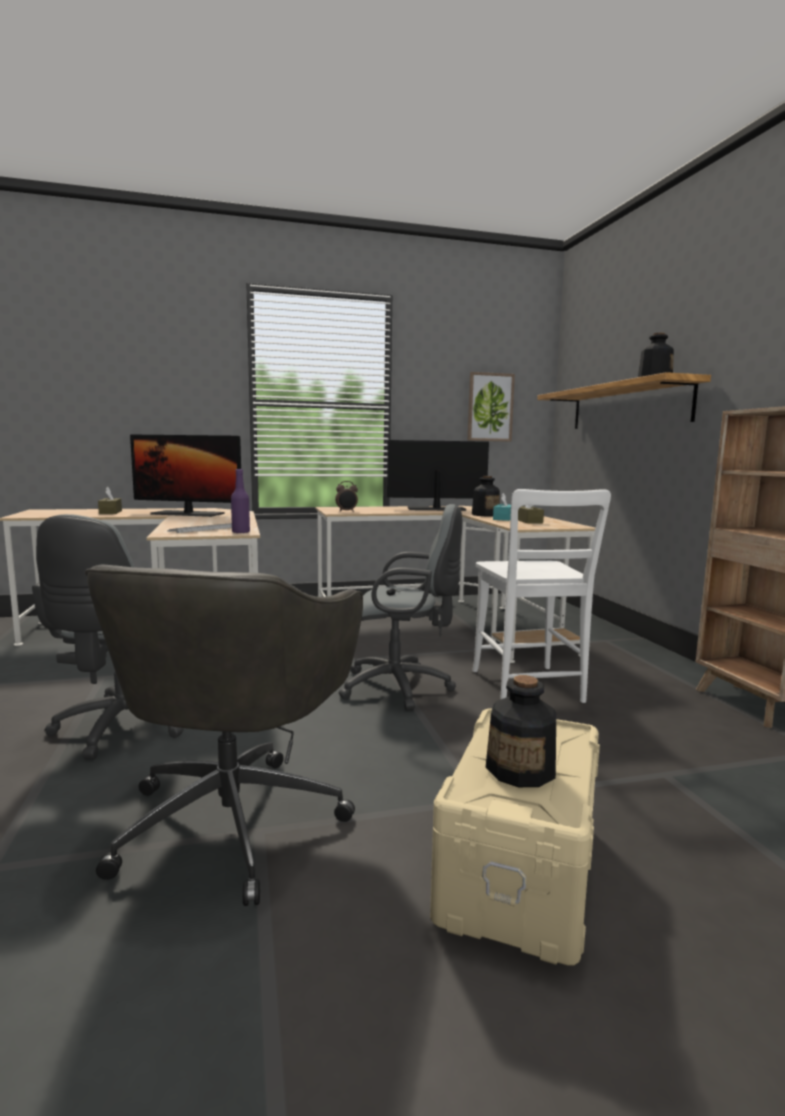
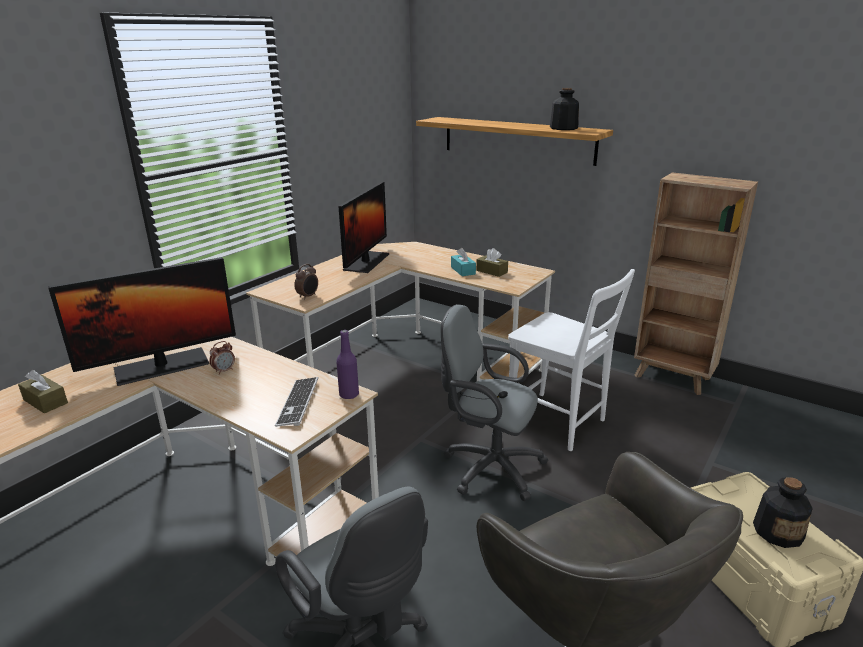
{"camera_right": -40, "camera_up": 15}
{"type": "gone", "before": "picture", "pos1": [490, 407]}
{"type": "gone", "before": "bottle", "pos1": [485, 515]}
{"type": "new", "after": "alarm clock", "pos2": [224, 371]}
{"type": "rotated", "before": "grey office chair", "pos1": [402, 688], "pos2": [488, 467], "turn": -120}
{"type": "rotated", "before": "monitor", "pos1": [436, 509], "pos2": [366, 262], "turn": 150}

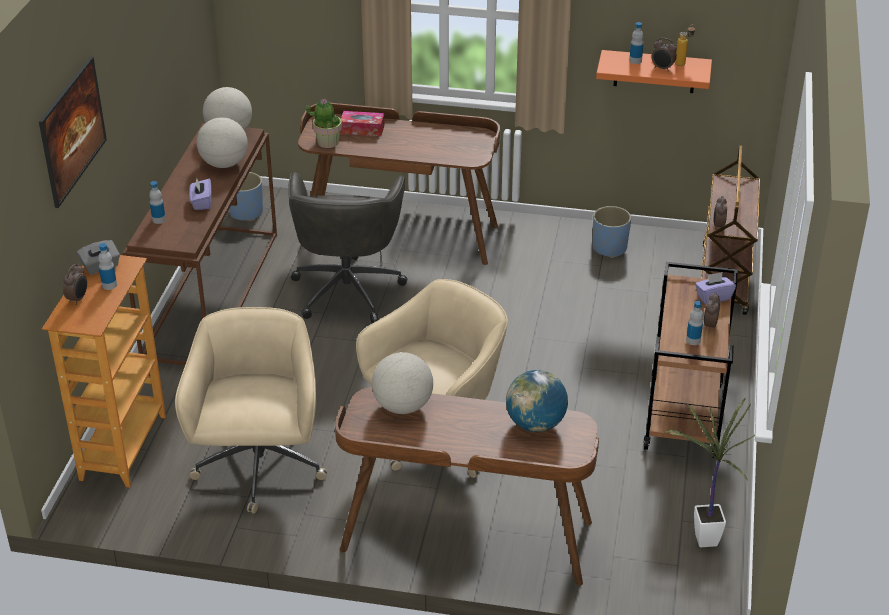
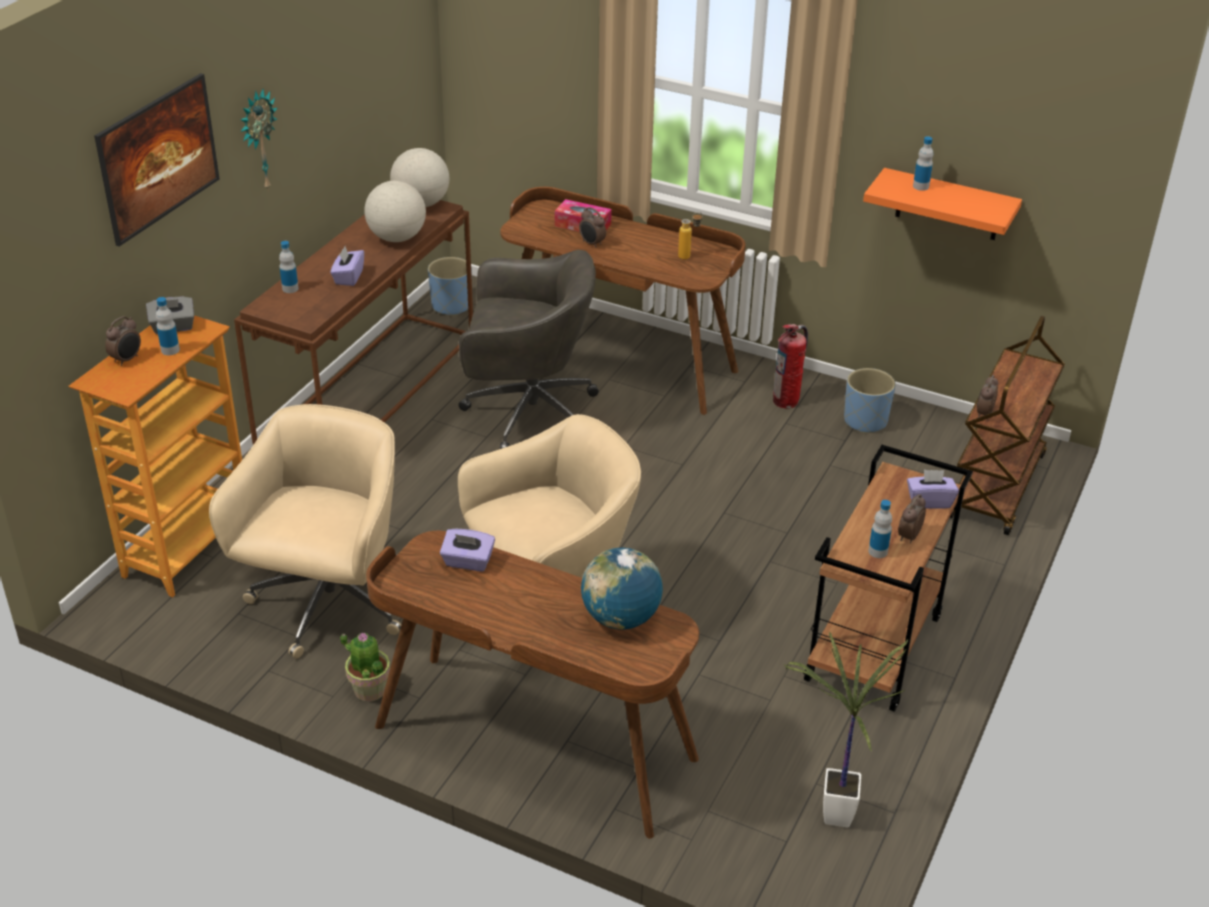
{"camera_right": 15, "camera_up": 0}
{"type": "new", "after": "wall clock", "pos2": [258, 141]}
{"type": "new", "after": "fire extinguisher", "pos2": [786, 401]}
{"type": "shifted", "before": "potted plant", "pos1": [327, 142], "pos2": [369, 689]}
{"type": "shifted", "before": "alarm clock", "pos1": [662, 68], "pos2": [592, 244]}
{"type": "shifted", "before": "bottle", "pos1": [683, 63], "pos2": [689, 256]}
{"type": "swapped", "before": "globe", "after": "purple tissue box", "pos1": [403, 406], "pos2": [468, 562]}
{"type": "rotated", "before": "grey office chair", "pos1": [348, 288], "pos2": [527, 413], "turn": -105}

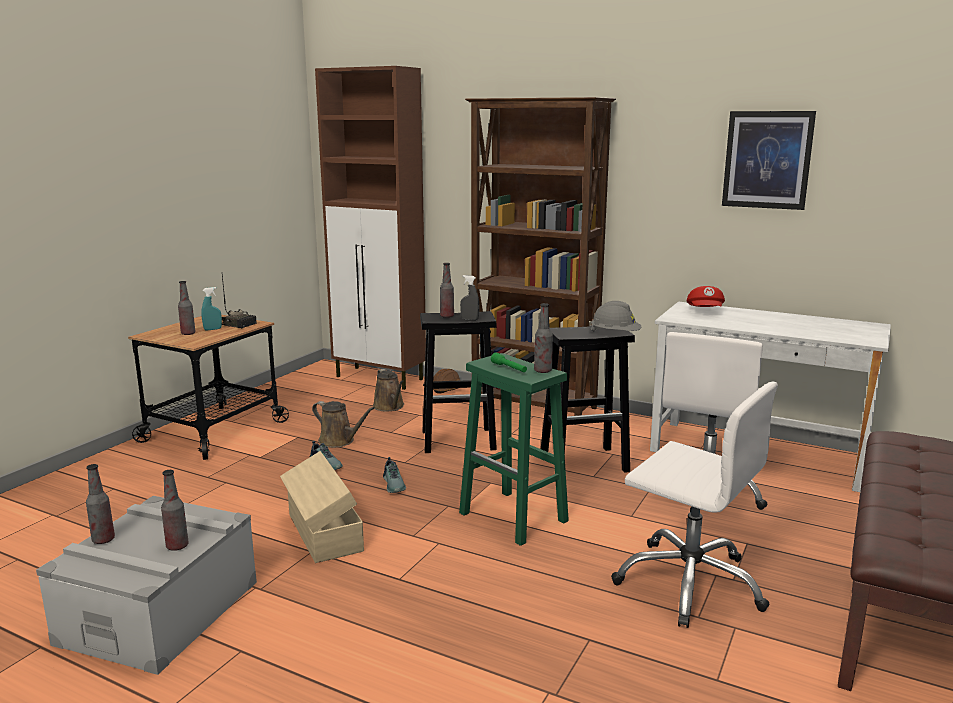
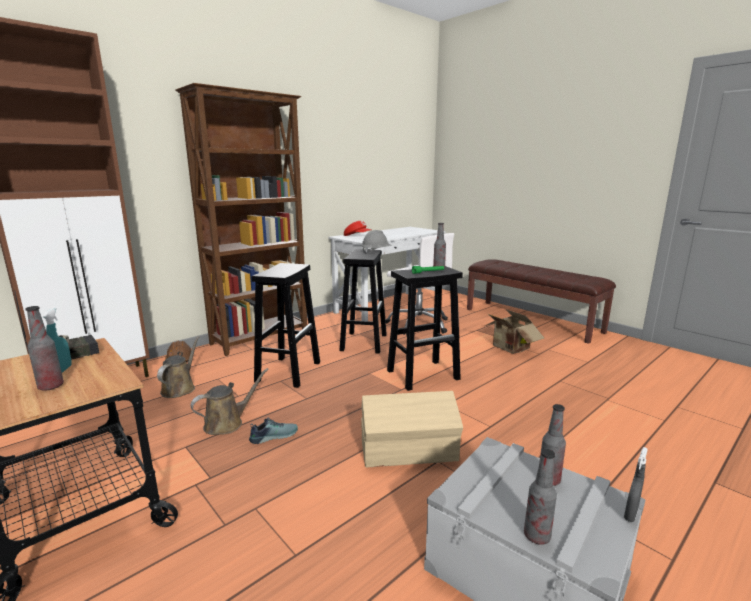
{"camera_right": -70, "camera_up": 0}
{"type": "gone", "before": "shoe", "pos1": [394, 484]}
{"type": "gone", "before": "bottle", "pos1": [447, 316]}
{"type": "gone", "before": "picture", "pos1": [767, 160]}
{"type": "shifted", "before": "grey spray bottle", "pos1": [469, 319], "pos2": [630, 514]}
{"type": "swapped", "before": "white office chair", "after": "cardboard box", "pos1": [690, 583], "pos2": [509, 348]}
{"type": "repainted", "before": "green stool", "after": "black stool", "pos1": [514, 517], "pos2": [423, 374]}
{"type": "rotated", "before": "brown watering can", "pos1": [390, 407], "pos2": [180, 388], "turn": -75}

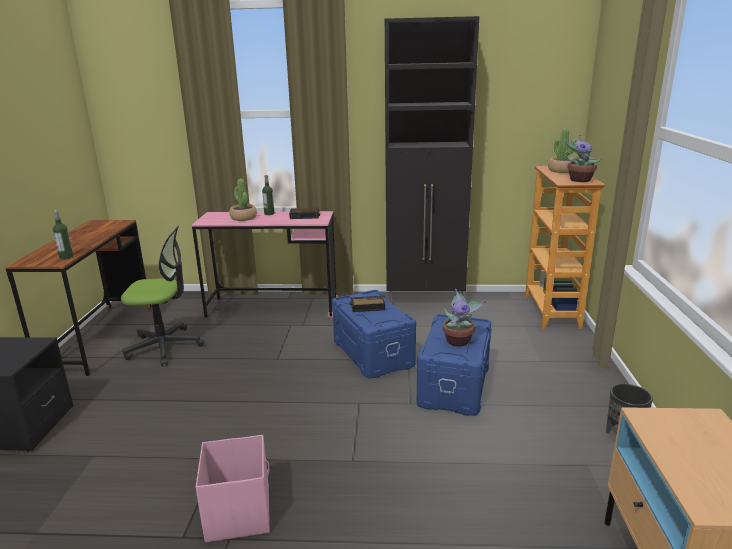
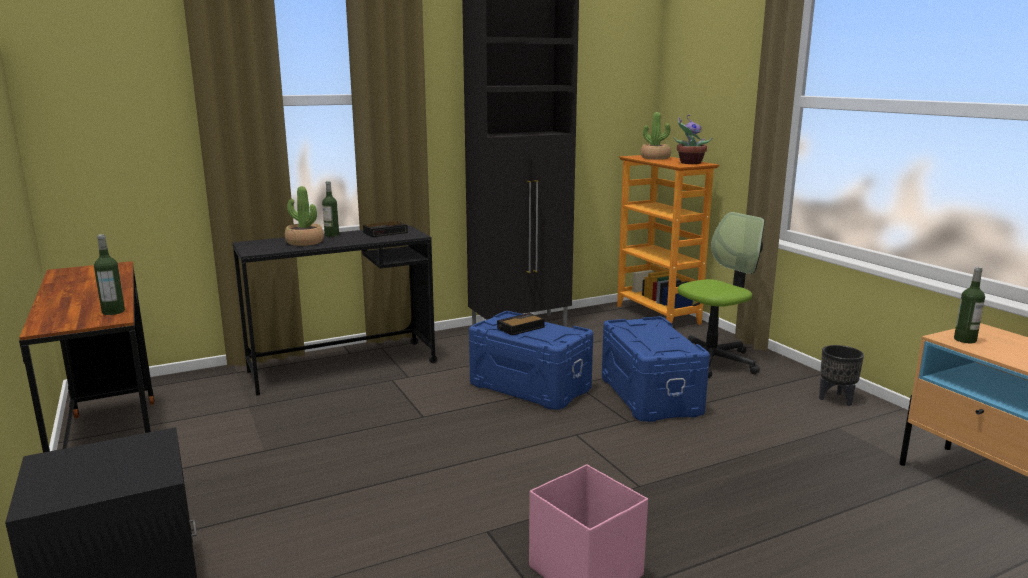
{"camera_right": -30, "camera_up": -5}
{"type": "gone", "before": "potted plant", "pos1": [459, 341]}
{"type": "new", "after": "bottle", "pos2": [965, 340]}
{"type": "shifted", "before": "office chair", "pos1": [165, 346], "pos2": [712, 361]}
{"type": "repainted", "before": "pink desk", "after": "black desk", "pos1": [273, 308], "pos2": [343, 367]}

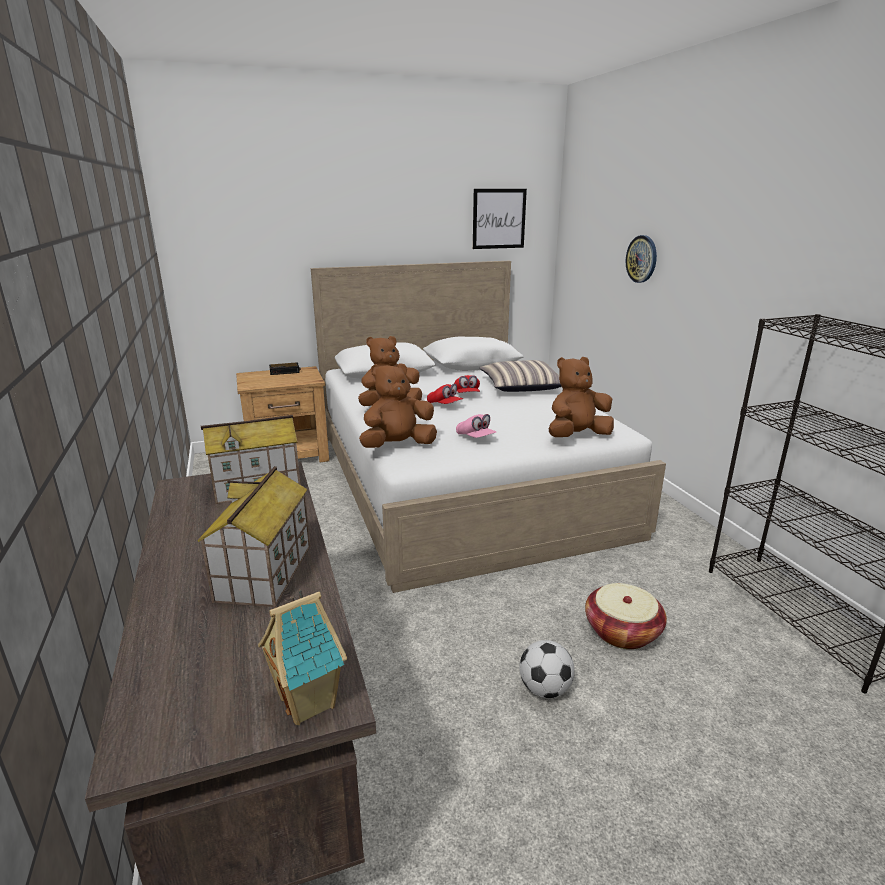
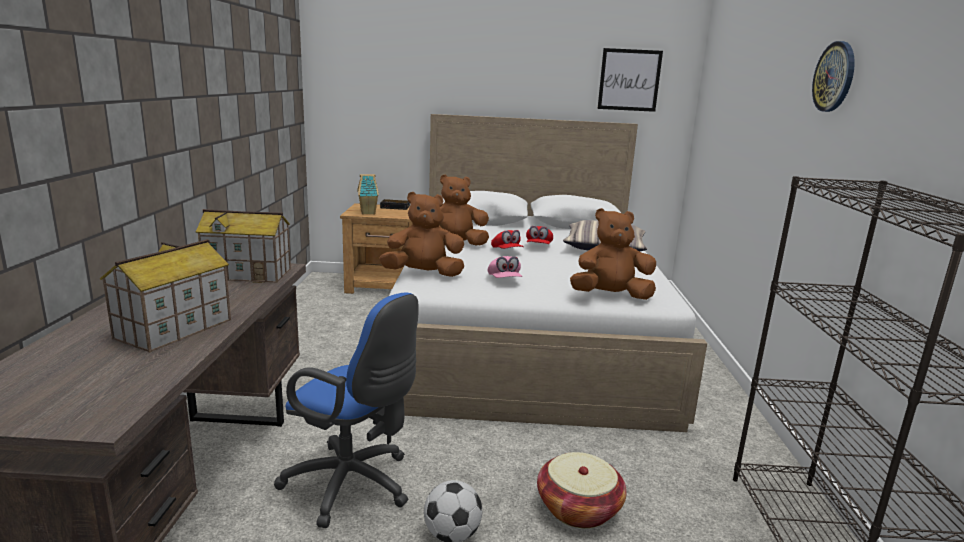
{"camera_right": 20, "camera_up": -5}
{"type": "new", "after": "blue office chair", "pos2": [354, 486]}
{"type": "shifted", "before": "toy house", "pos1": [309, 702], "pos2": [368, 213]}
{"type": "shifted", "before": "wall clock", "pos1": [642, 259], "pos2": [834, 77]}

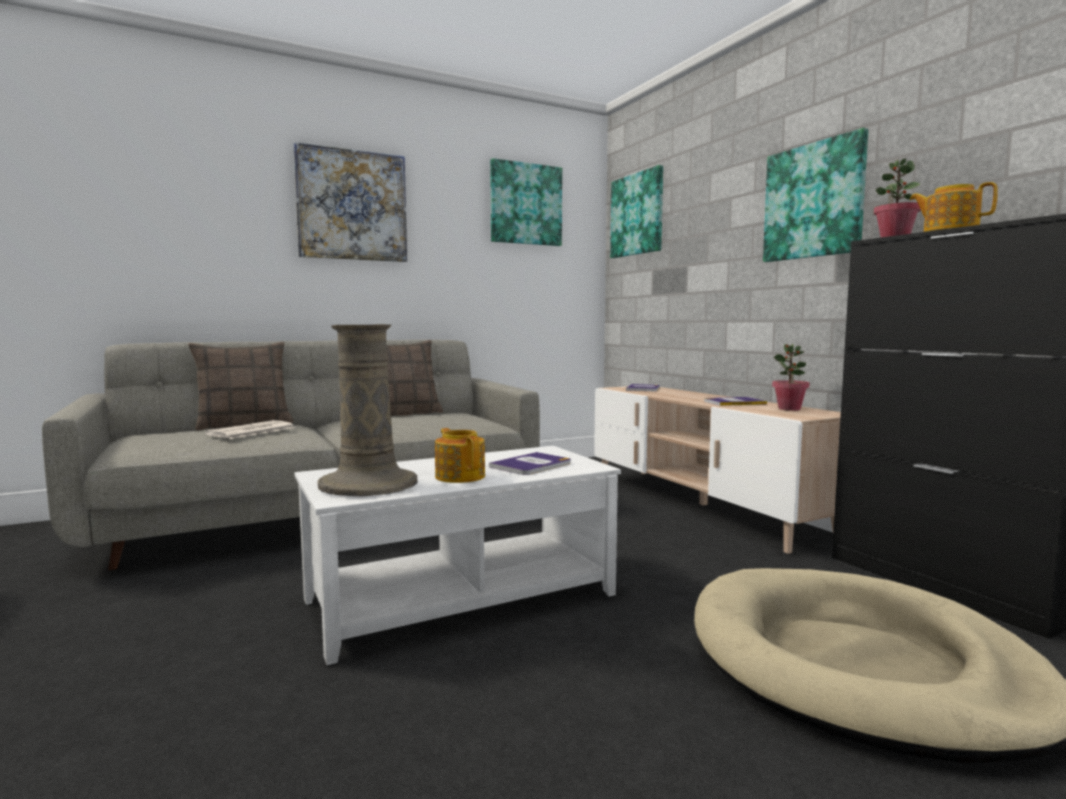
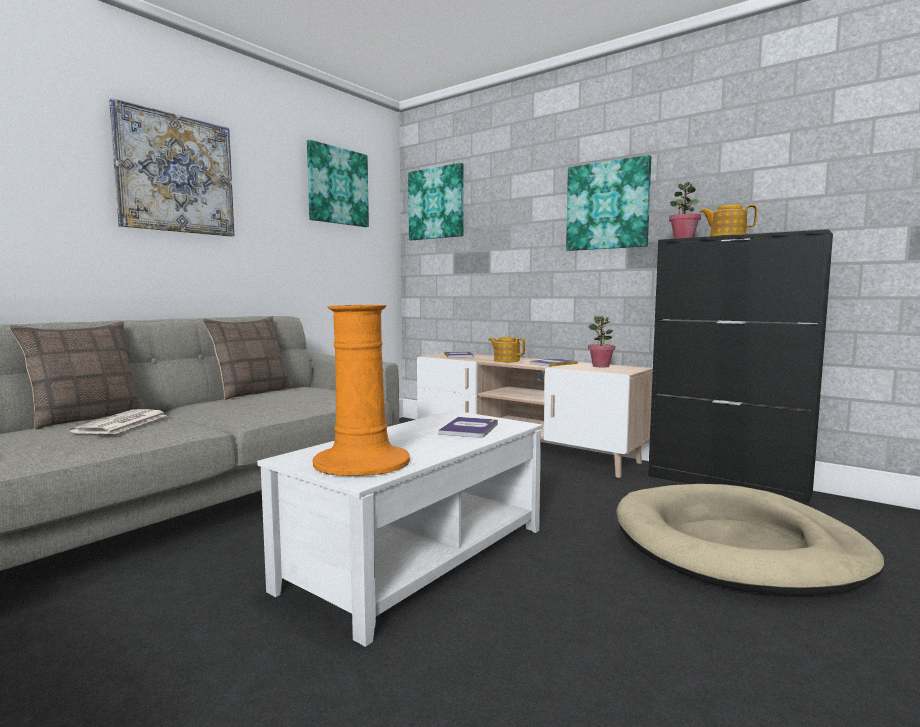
{"camera_right": -25, "camera_up": 0}
{"type": "shifted", "before": "teapot", "pos1": [460, 476], "pos2": [506, 360]}
{"type": "repainted", "before": "beige vase", "after": "orange vase", "pos1": [369, 484], "pos2": [362, 462]}

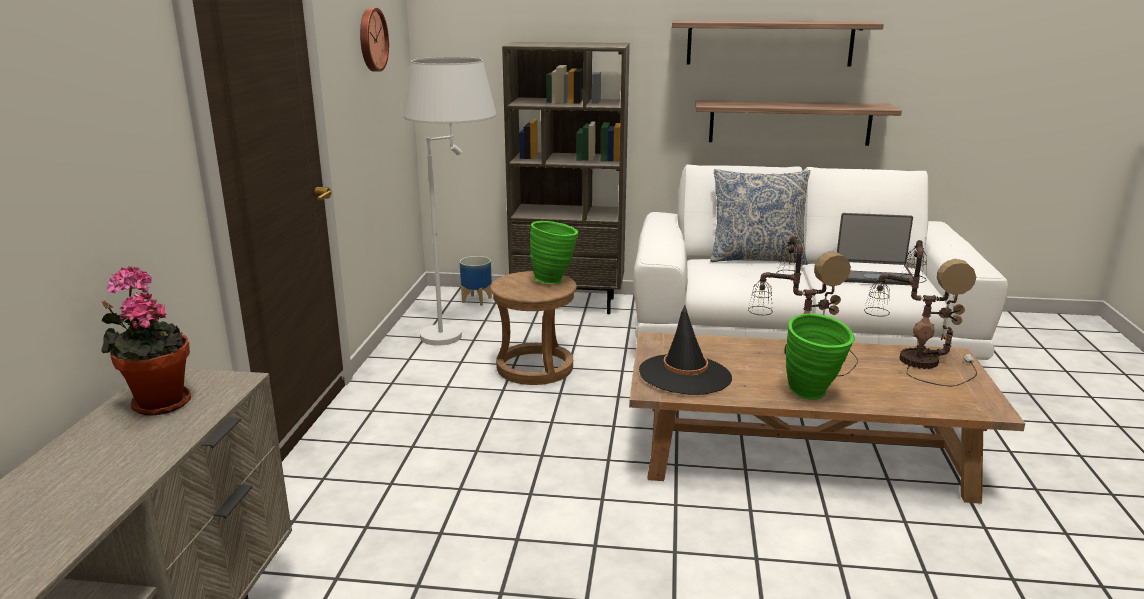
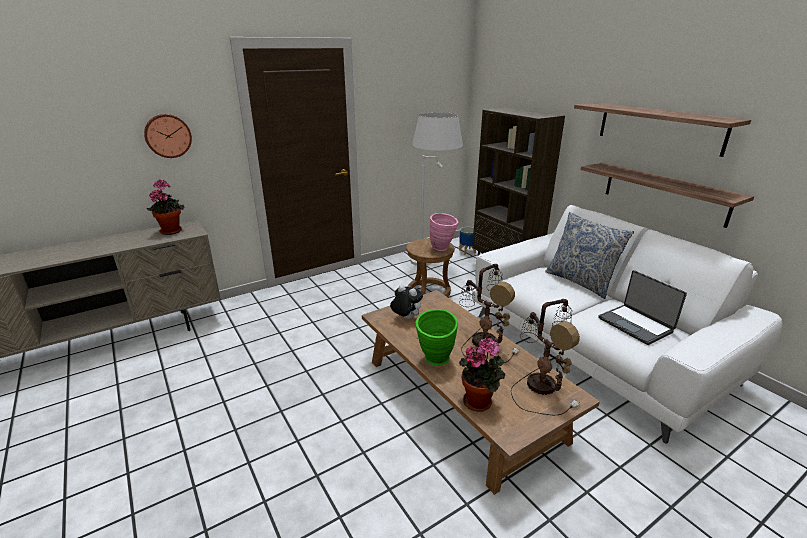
{"camera_right": 50, "camera_up": 5}
{"type": "new", "after": "potted plant", "pos2": [480, 401]}
{"type": "shifted", "before": "wall clock", "pos1": [371, 39], "pos2": [168, 136]}
{"type": "swapped", "before": "black hat", "after": "plush toy", "pos1": [685, 375], "pos2": [405, 318]}
{"type": "repainted", "before": "green vase", "after": "pink vase", "pos1": [555, 280], "pos2": [443, 249]}

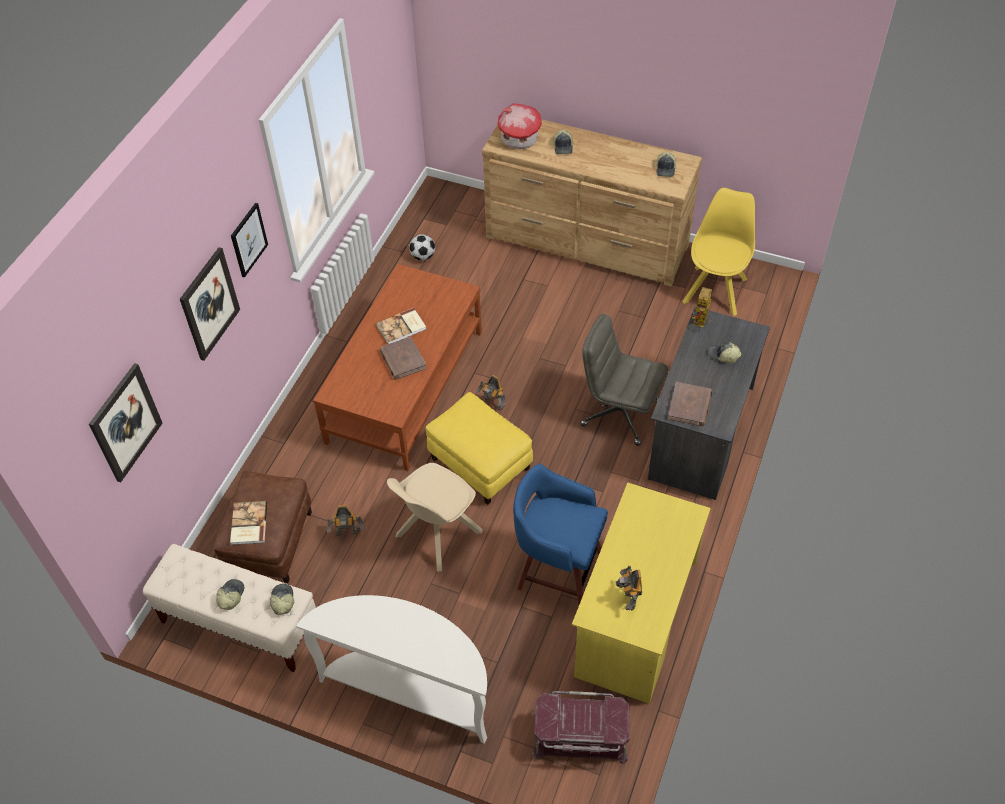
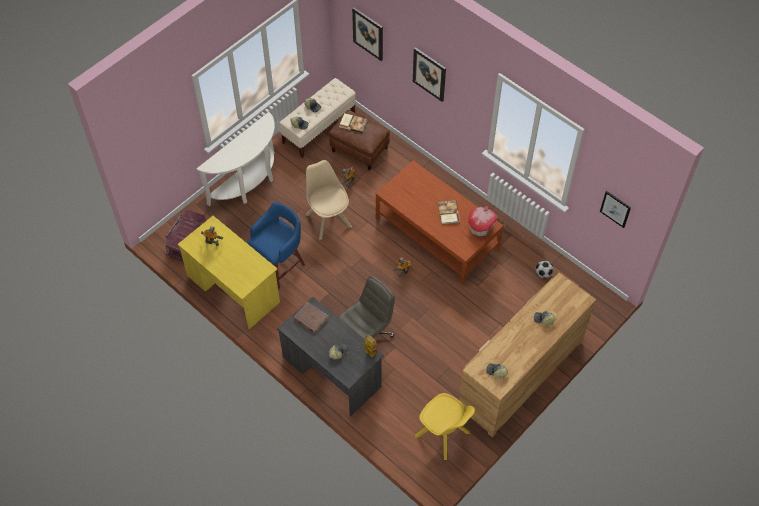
{"camera_right": 110, "camera_up": 5}
{"type": "gone", "before": "brown book", "pos1": [402, 360]}
{"type": "gone", "before": "yellow ottoman", "pos1": [479, 464]}
{"type": "shifted", "before": "picture", "pos1": [248, 239], "pos2": [615, 209]}
{"type": "shifted", "before": "toy house", "pos1": [518, 139], "pos2": [481, 227]}

